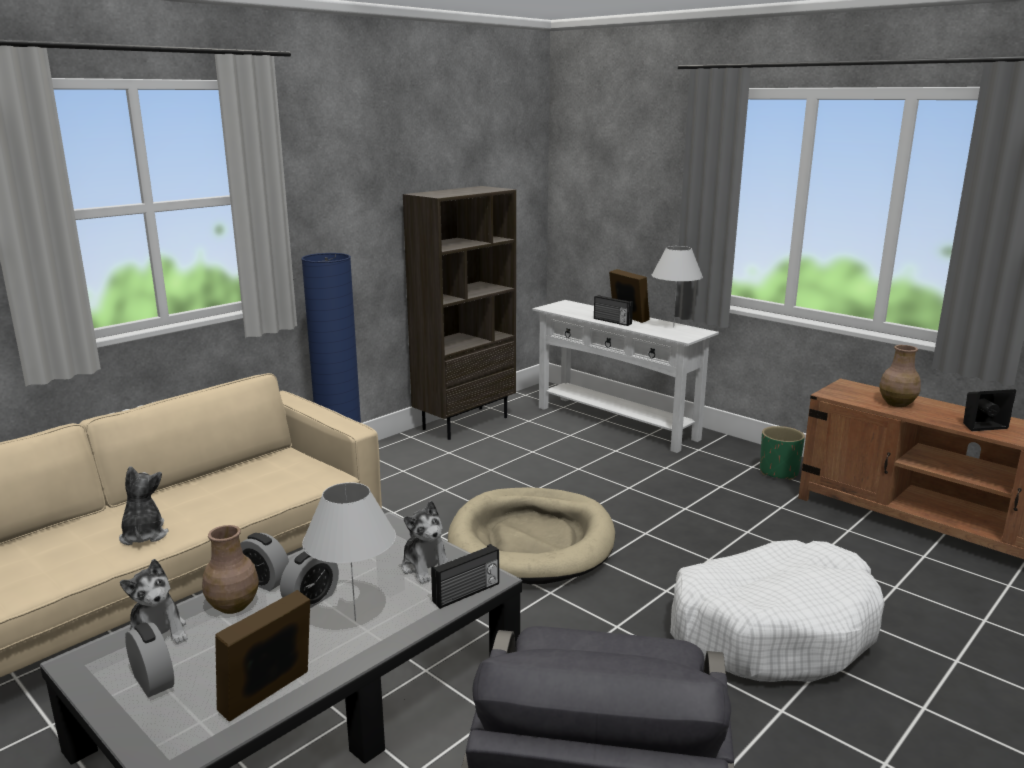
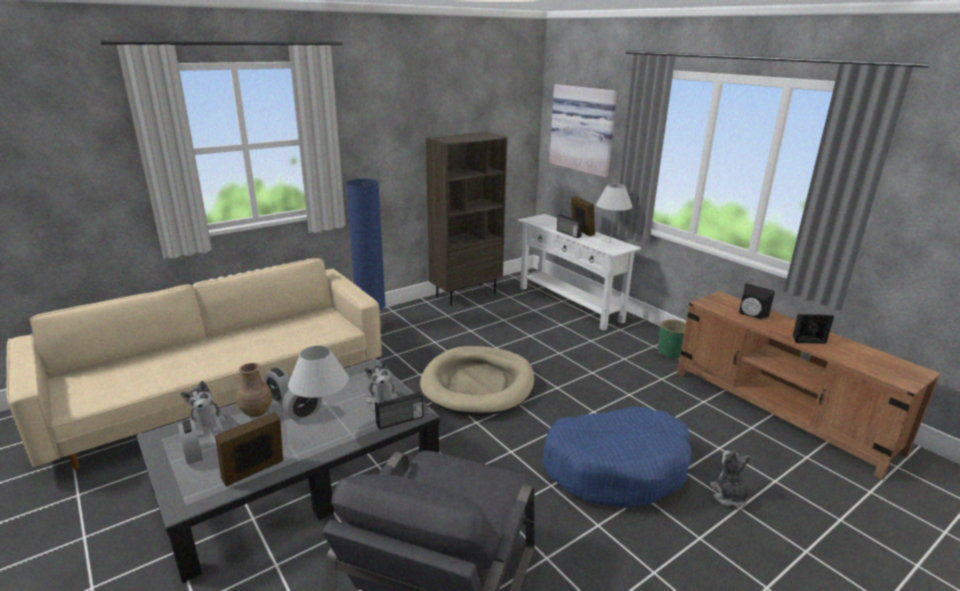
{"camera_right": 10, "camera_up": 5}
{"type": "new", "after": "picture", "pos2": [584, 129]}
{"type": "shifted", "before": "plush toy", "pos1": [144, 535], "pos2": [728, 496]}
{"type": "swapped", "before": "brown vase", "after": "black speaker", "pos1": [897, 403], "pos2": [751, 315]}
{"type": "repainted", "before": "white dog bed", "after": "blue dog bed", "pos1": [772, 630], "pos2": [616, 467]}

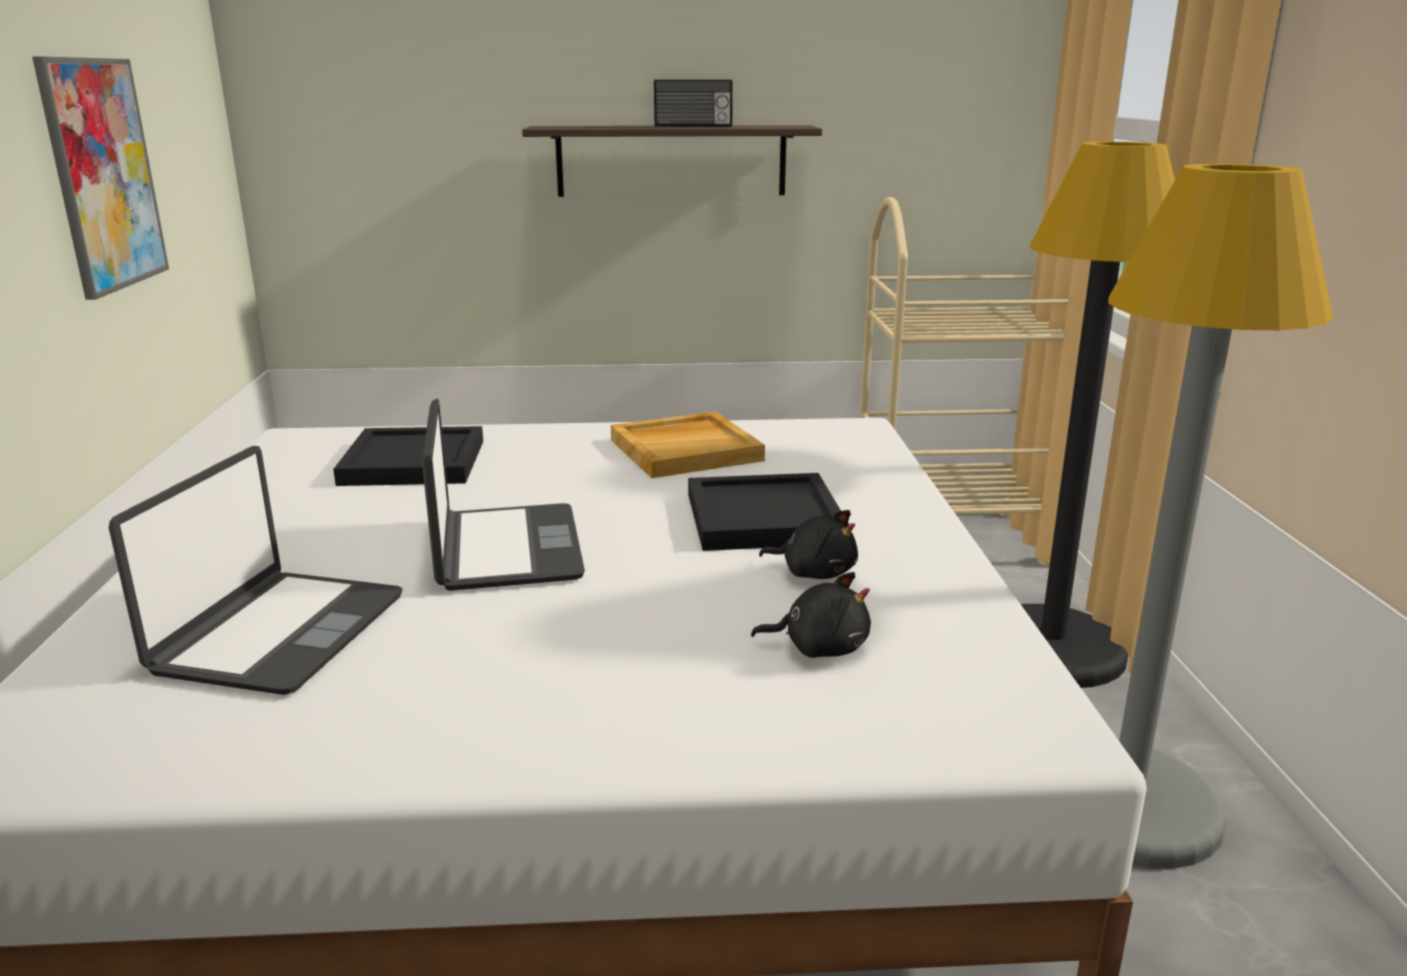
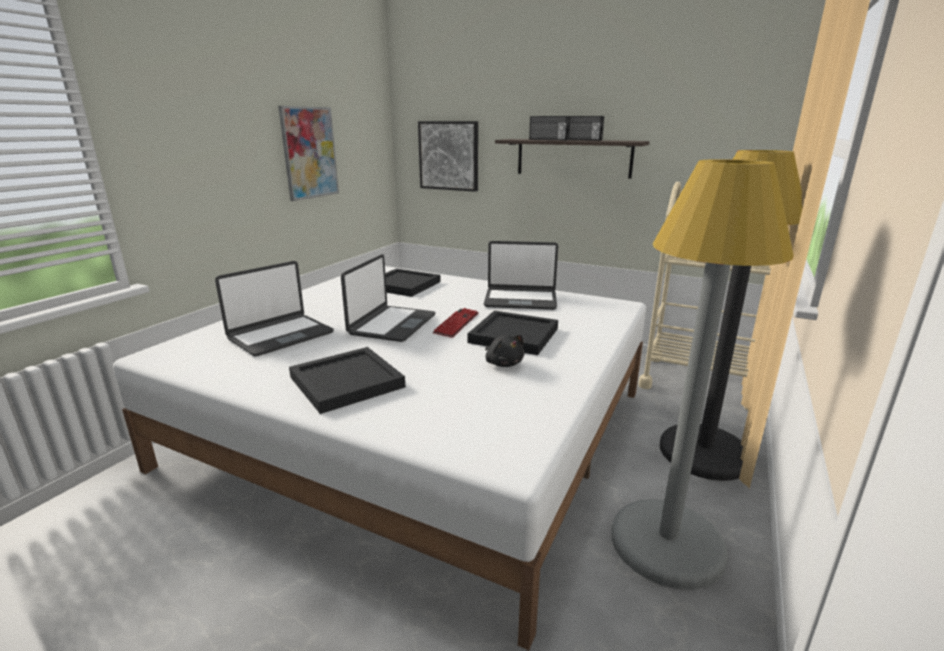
{"camera_right": 30, "camera_up": 0}
{"type": "gone", "before": "black plush toy", "pos1": [819, 647]}
{"type": "new", "after": "black tray", "pos2": [345, 382]}
{"type": "new", "after": "picture", "pos2": [449, 156]}
{"type": "new", "after": "keyboard", "pos2": [456, 324]}
{"type": "new", "after": "radio", "pos2": [548, 140]}
{"type": "swapped", "before": "beige tray", "after": "laptop", "pos1": [686, 449], "pos2": [520, 300]}

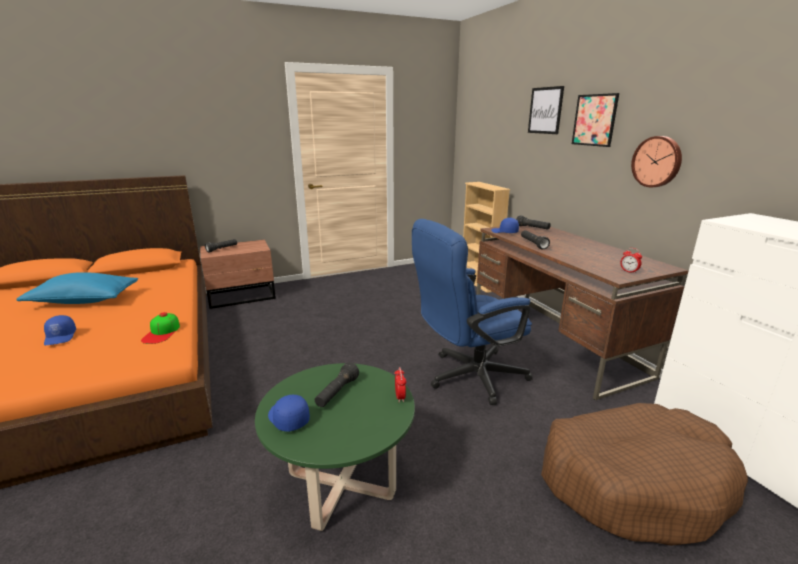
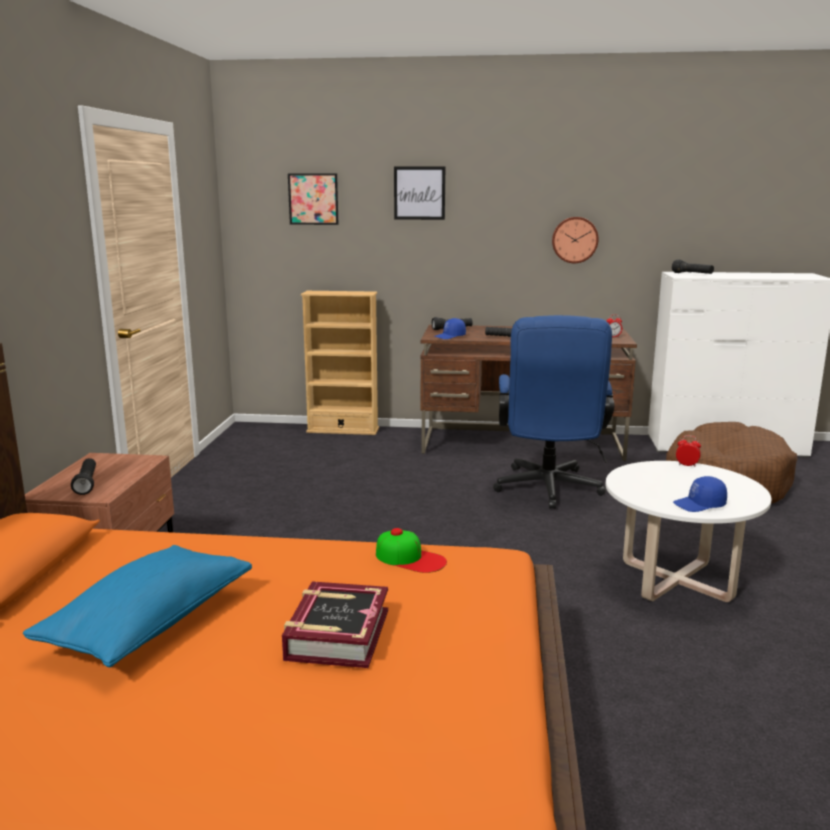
{"camera_right": -60, "camera_up": -5}
{"type": "shifted", "before": "black flashlight", "pos1": [337, 393], "pos2": [692, 274]}
{"type": "shifted", "before": "picture", "pos1": [594, 120], "pos2": [313, 199]}
{"type": "swapped", "before": "blue cap", "after": "book", "pos1": [61, 337], "pos2": [337, 634]}
{"type": "repainted", "before": "green coffee table", "after": "white coffee table", "pos1": [341, 484], "pos2": [676, 580]}

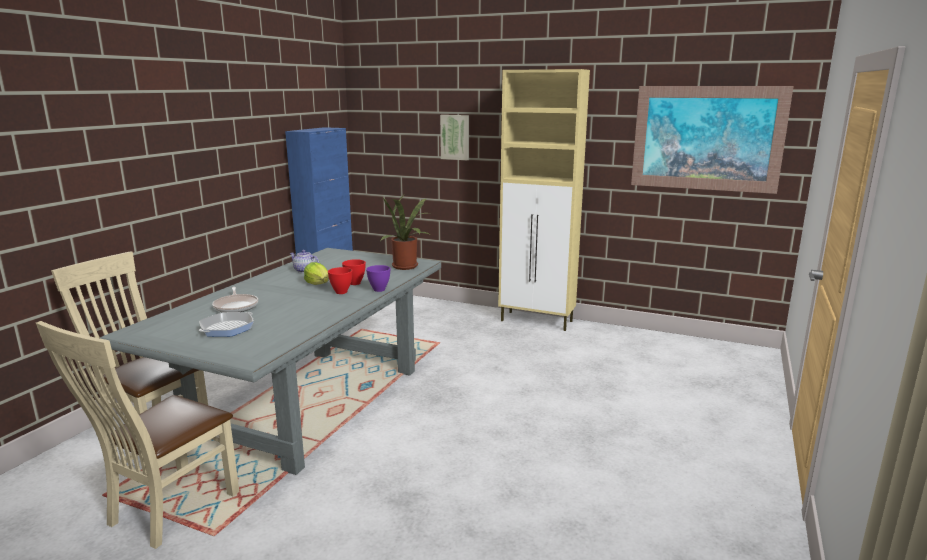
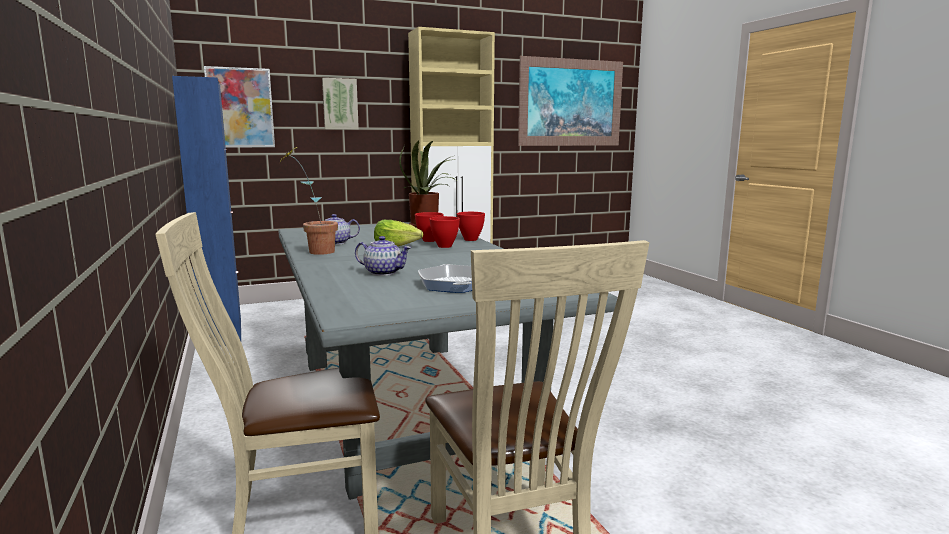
{"camera_right": -45, "camera_up": -5}
{"type": "new", "after": "picture", "pos2": [240, 108]}
{"type": "new", "after": "potted plant", "pos2": [313, 252]}
{"type": "swapped", "before": "frying pan", "after": "teapot", "pos1": [236, 306], "pos2": [383, 272]}
{"type": "repainted", "before": "purple bowl", "after": "red bowl", "pos1": [379, 290], "pos2": [471, 240]}

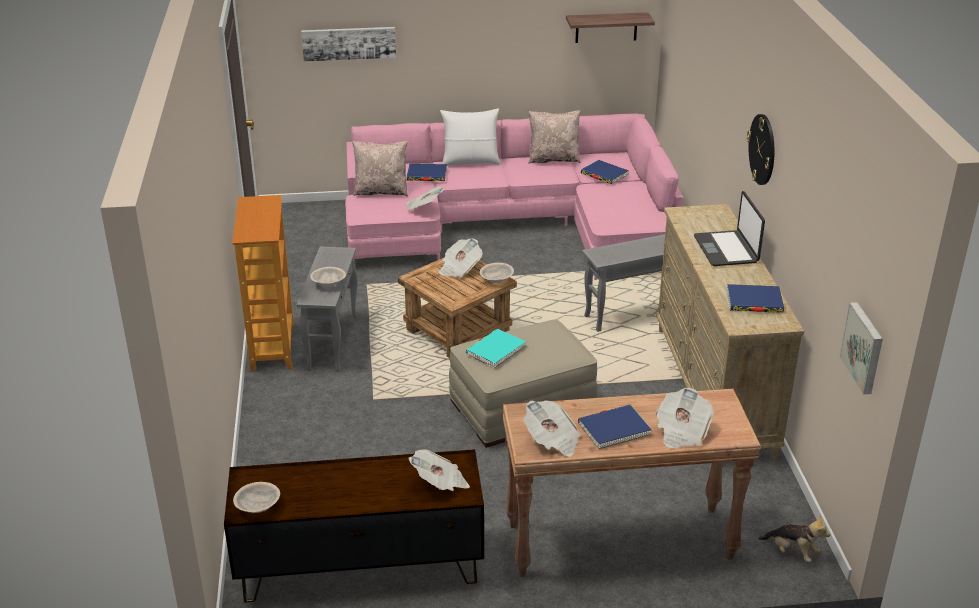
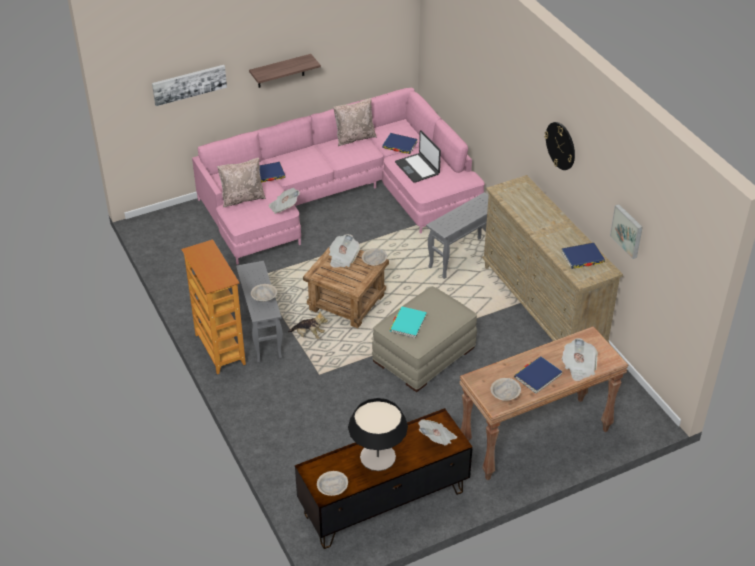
{"camera_right": -20, "camera_up": 10}
{"type": "gone", "before": "white pillow", "pos1": [470, 161]}
{"type": "new", "after": "table lamp", "pos2": [378, 457]}
{"type": "shifted", "before": "shelf", "pos1": [606, 27], "pos2": [280, 71]}
{"type": "shifted", "before": "laptop", "pos1": [727, 249], "pos2": [417, 168]}
{"type": "shifted", "before": "plush toy", "pos1": [792, 552], "pos2": [308, 335]}
{"type": "shifted", "before": "picture", "pos1": [864, 347], "pos2": [627, 230]}
{"type": "swapped", "before": "newspaper", "after": "beige bowl", "pos1": [552, 440], "pos2": [505, 395]}

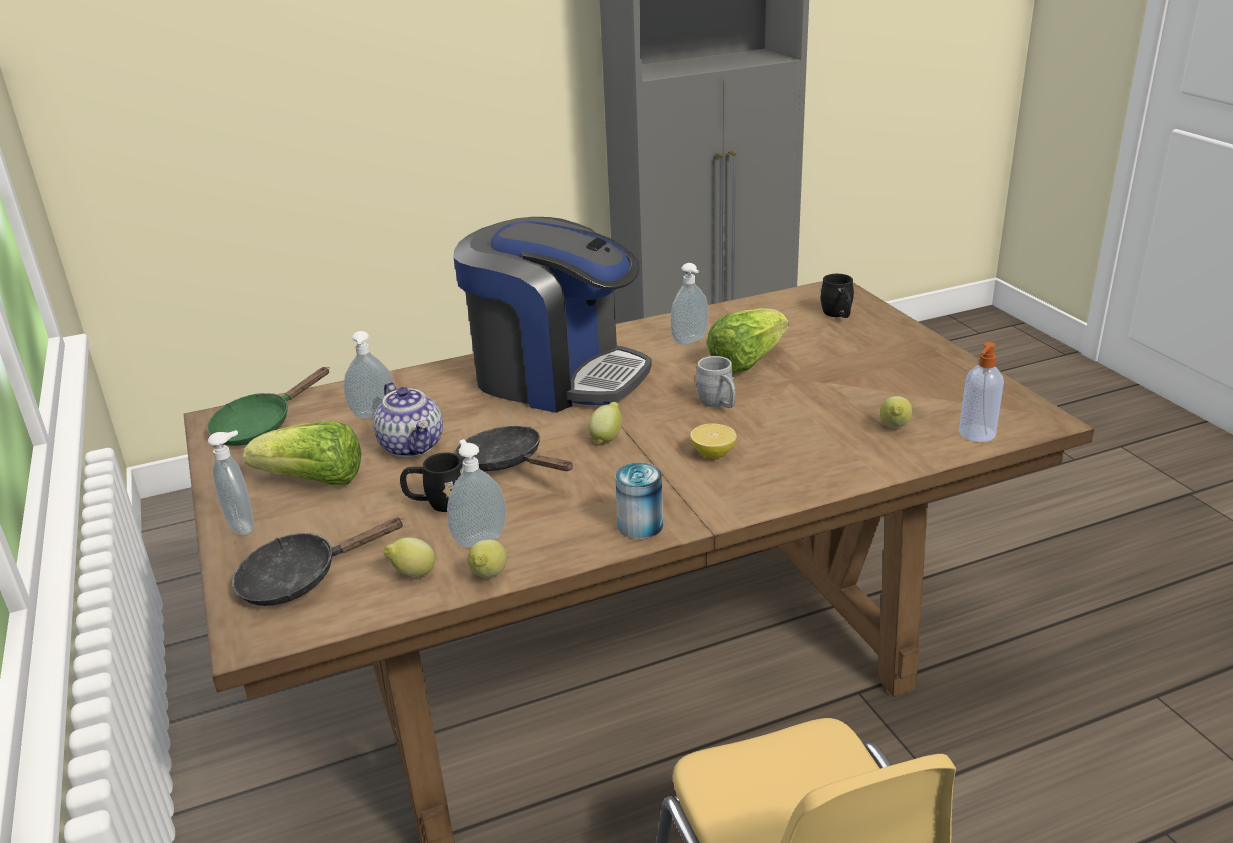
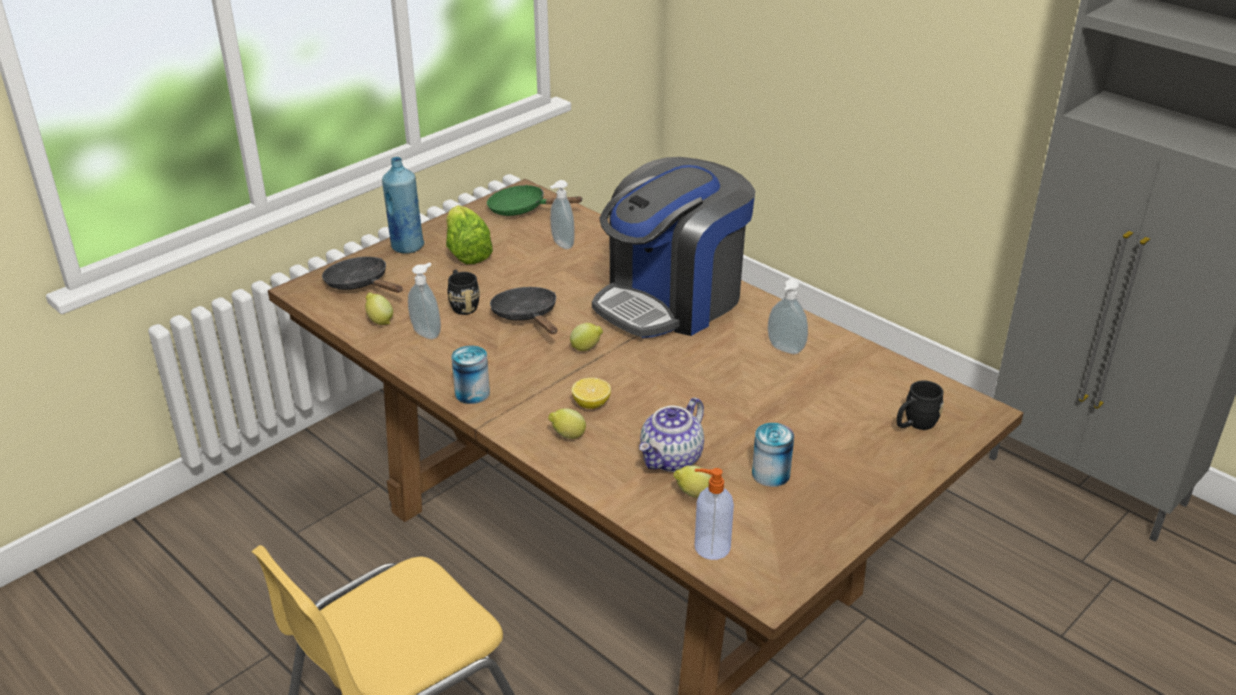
{"camera_right": 65, "camera_up": 5}
{"type": "gone", "before": "grey mug", "pos1": [718, 404]}
{"type": "gone", "before": "lettuce", "pos1": [746, 361]}
{"type": "new", "after": "can", "pos2": [771, 474]}
{"type": "shifted", "before": "teapot", "pos1": [413, 446], "pos2": [672, 459]}
{"type": "shifted", "before": "lemon", "pos1": [488, 577], "pos2": [567, 436]}
{"type": "swapped", "before": "soap dispenser", "after": "blue bottle", "pos1": [244, 525], "pos2": [407, 246]}
{"type": "rotated", "before": "coffee machine", "pos1": [556, 376], "pos2": [671, 300], "turn": 45}
{"type": "rotated", "before": "black frying pan", "pos1": [507, 463], "pos2": [527, 316], "turn": -45}

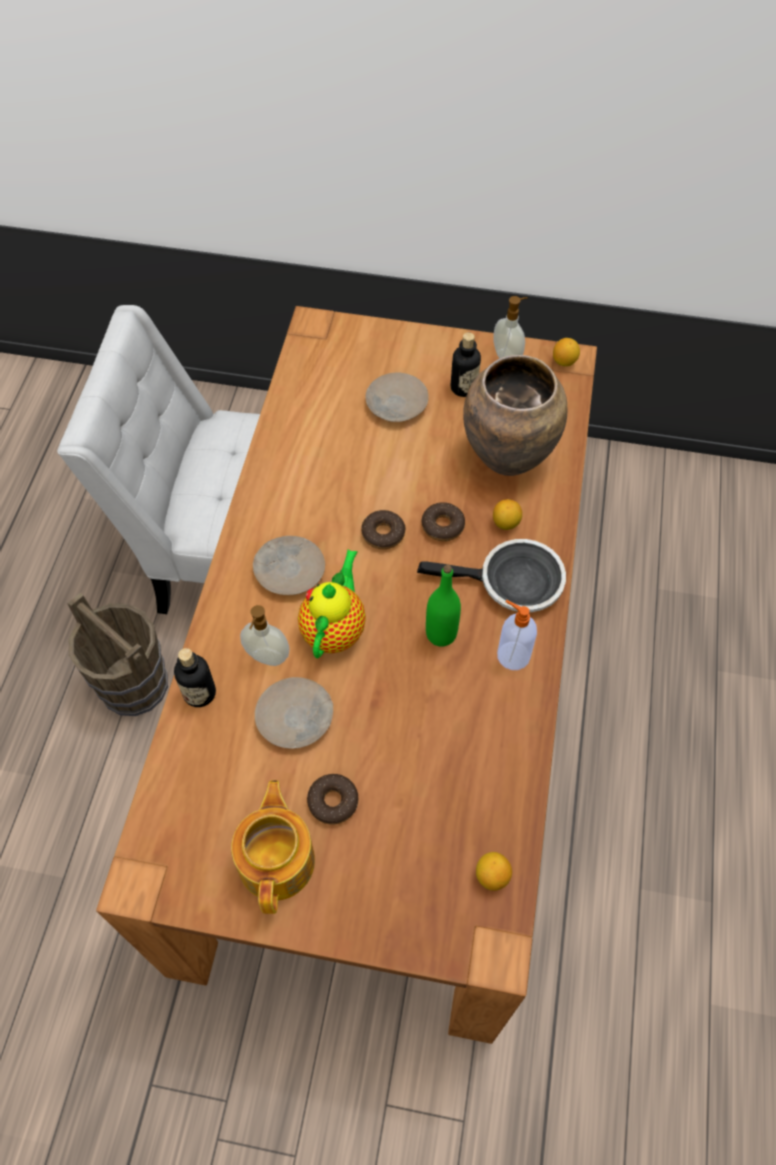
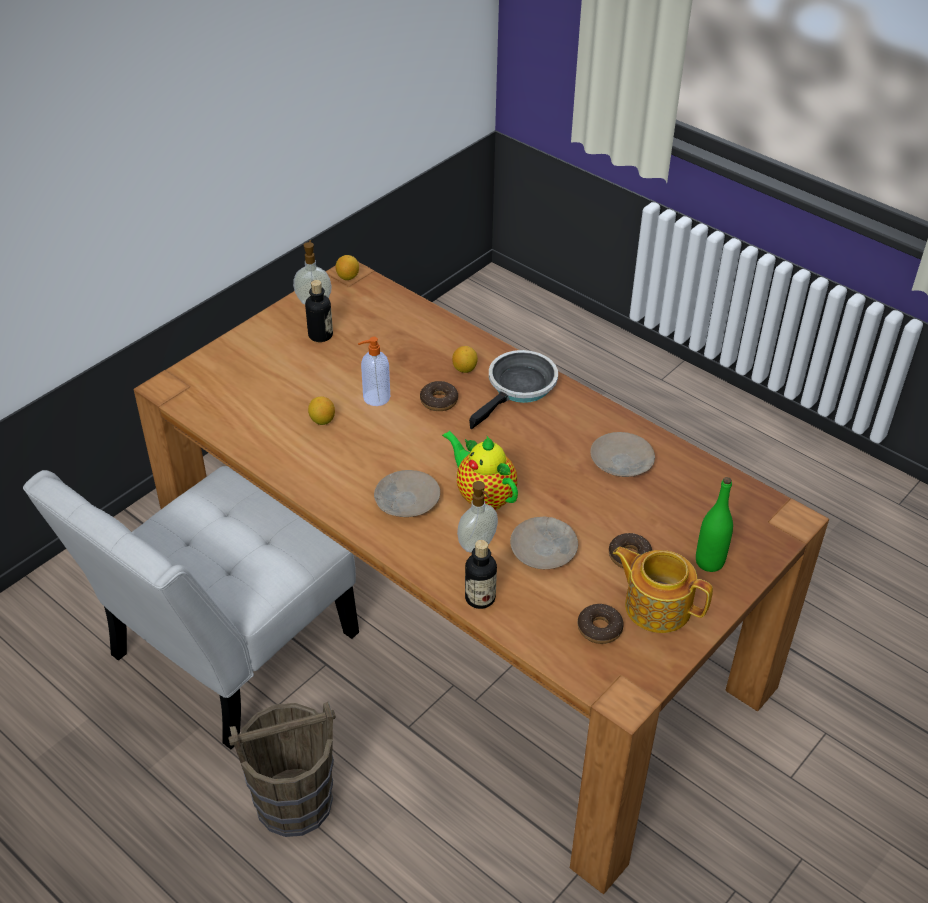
{"camera_right": -60, "camera_up": -15}
{"type": "gone", "before": "brown vase", "pos1": [509, 457]}
{"type": "shifted", "before": "donut", "pos1": [383, 533], "pos2": [599, 628]}
{"type": "shifted", "before": "beige plate", "pos1": [396, 404], "pos2": [622, 461]}
{"type": "shifted", "before": "green bottle", "pos1": [441, 634], "pos2": [709, 562]}
{"type": "shifted", "before": "lemon", "pos1": [491, 876], "pos2": [322, 420]}
{"type": "shifted", "before": "soap dispenser", "pos1": [512, 655], "pos2": [375, 398]}

